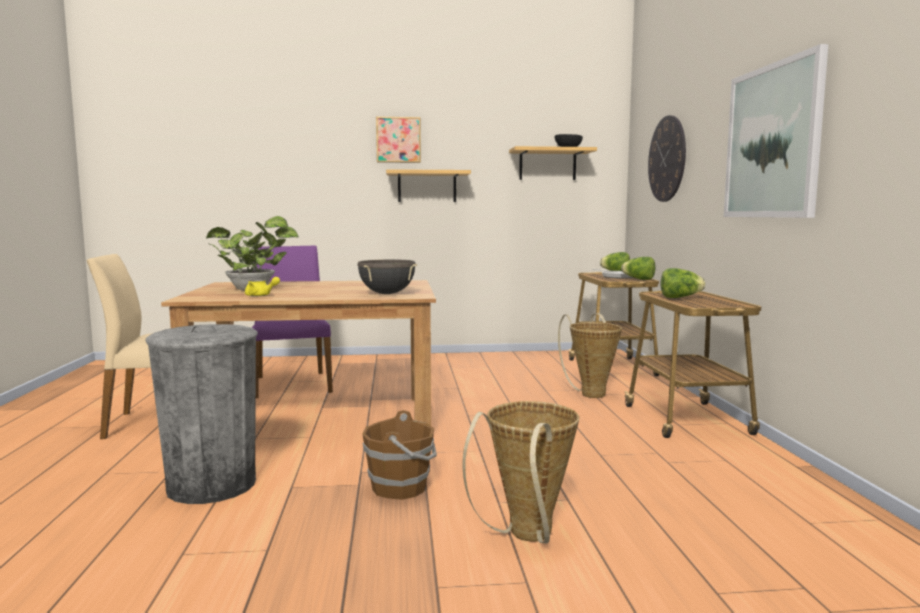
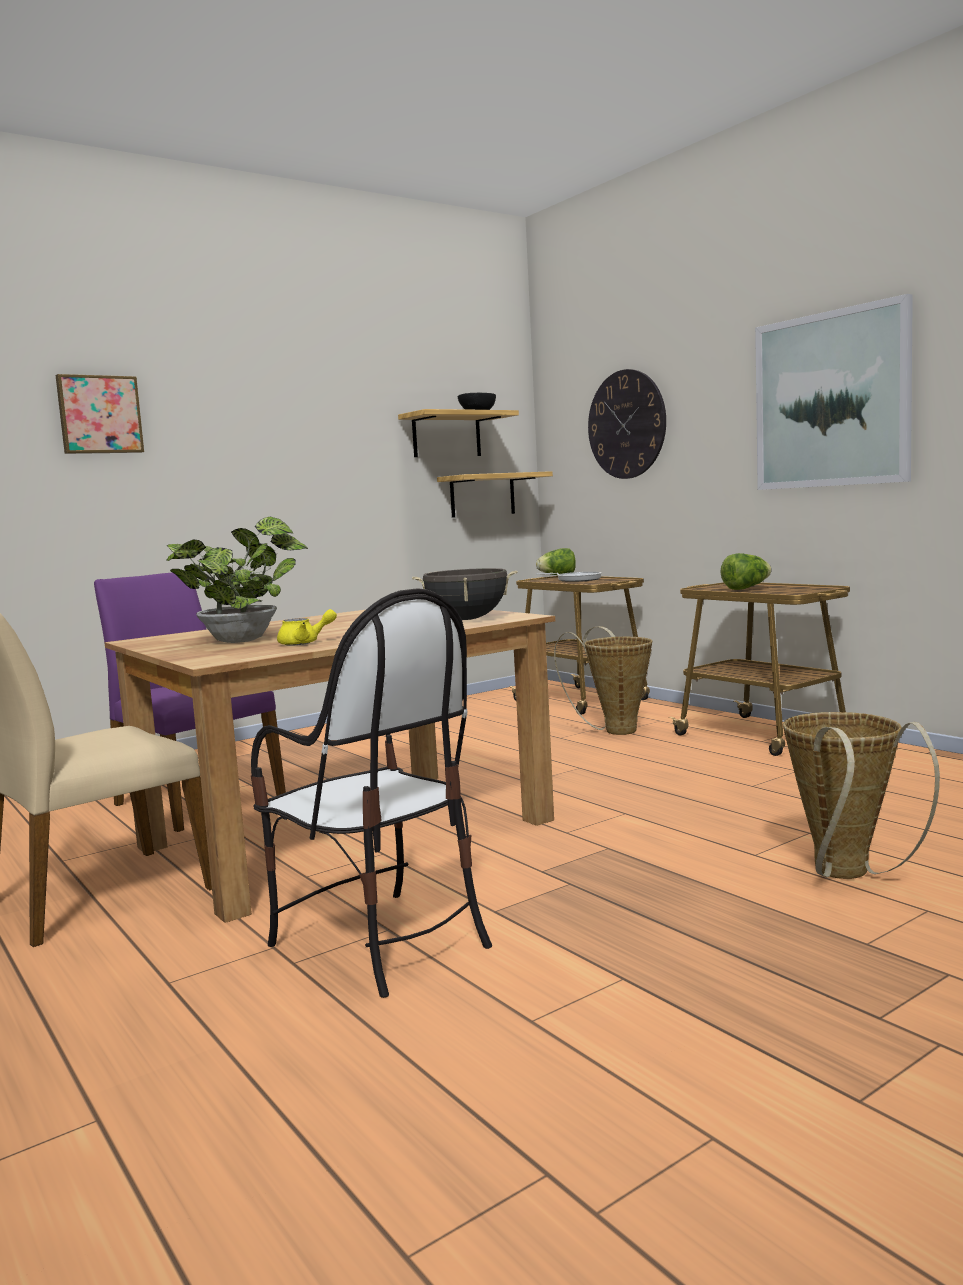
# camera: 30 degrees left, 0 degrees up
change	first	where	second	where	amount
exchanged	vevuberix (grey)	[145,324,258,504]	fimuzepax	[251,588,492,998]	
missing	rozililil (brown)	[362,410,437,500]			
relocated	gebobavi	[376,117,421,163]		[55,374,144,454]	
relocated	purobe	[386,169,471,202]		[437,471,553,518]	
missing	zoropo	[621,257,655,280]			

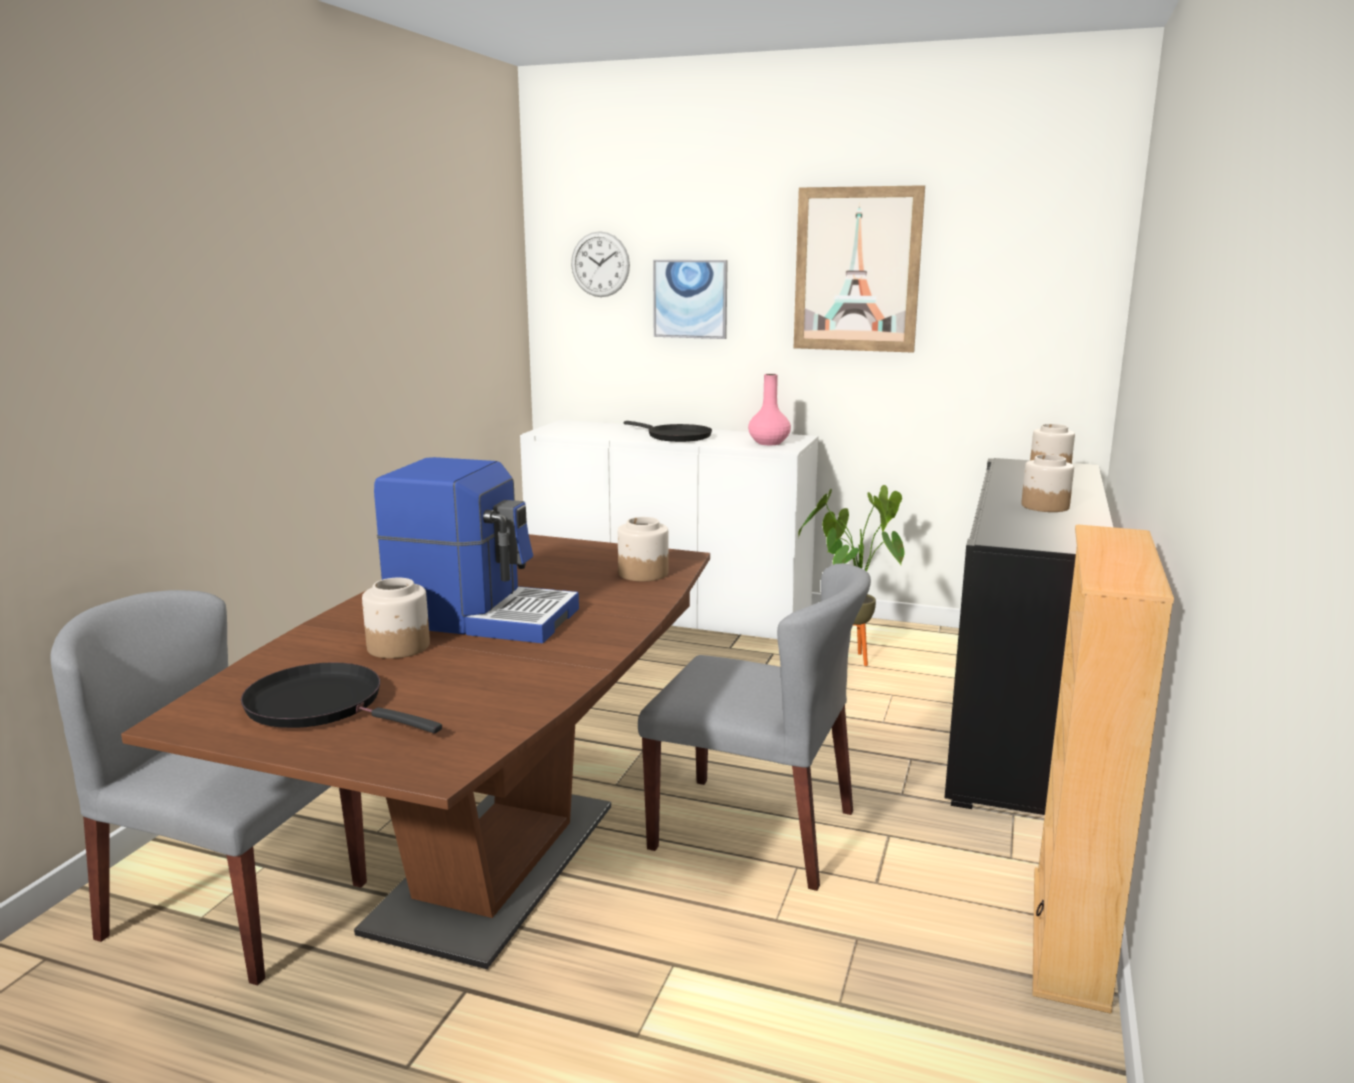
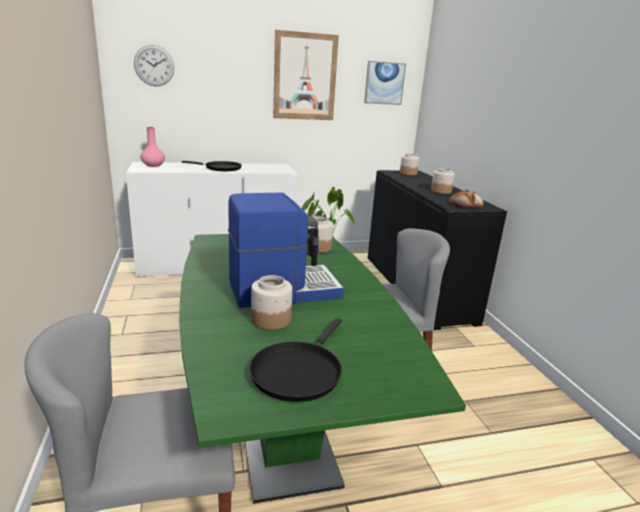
# camera: 35 degrees left, 5 degrees up
change	first	where	second	where	amount
colour	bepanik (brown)	[121,534,710,969]	bepanik (green)	[179,234,466,504]	
spun	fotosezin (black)	[241,662,442,733]		[249,318,342,402]	60 degrees counterclockwise
relocated	gebobavi	[653,260,728,339]		[364,61,406,105]	
relocated	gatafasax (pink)	[748,374,791,445]		[140,127,165,167]	
missing	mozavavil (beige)	[1032,525,1174,1013]			
appeared			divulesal	[449,190,484,208]	

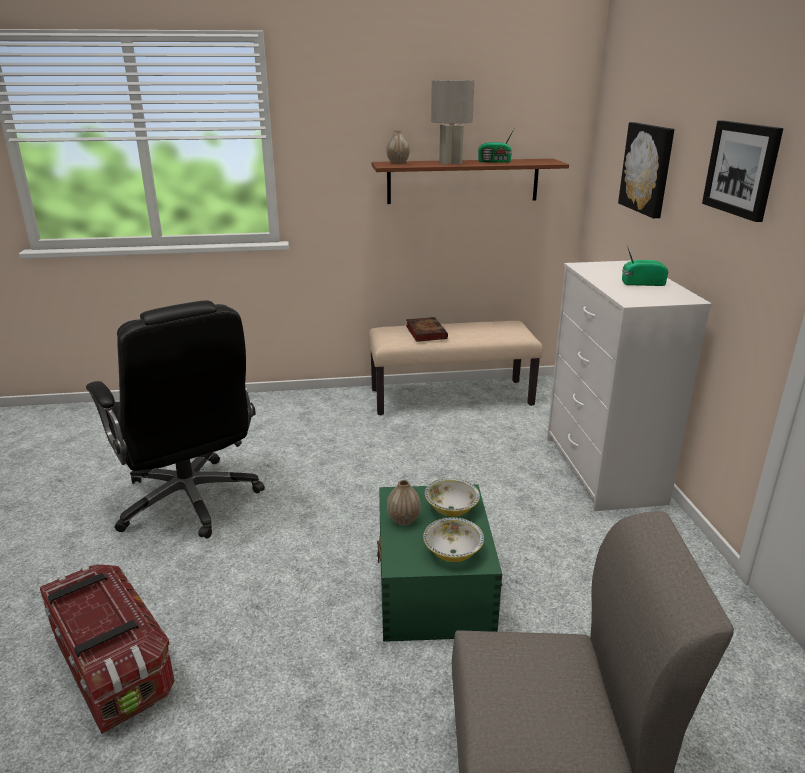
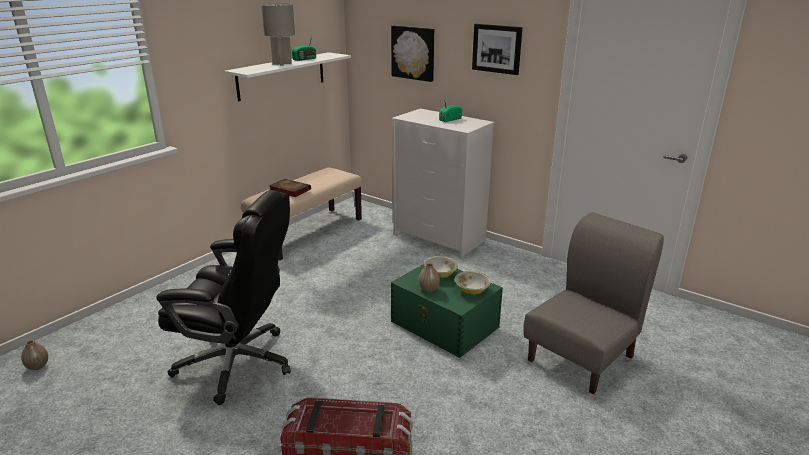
# camera: 45 degrees left, 0 degrees up
change	first	where	second	where	amount
colour	purobe (brown)	[371,159,569,204]	purobe (white)	[224,52,351,101]	
relocated	gatafasax	[386,130,410,164]		[21,340,48,370]	

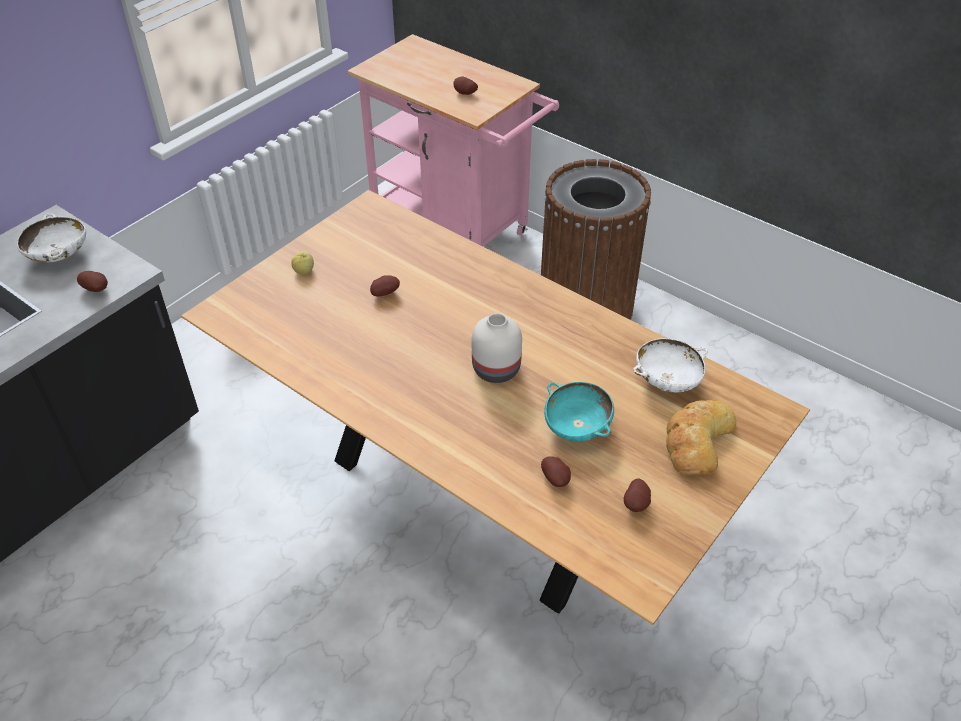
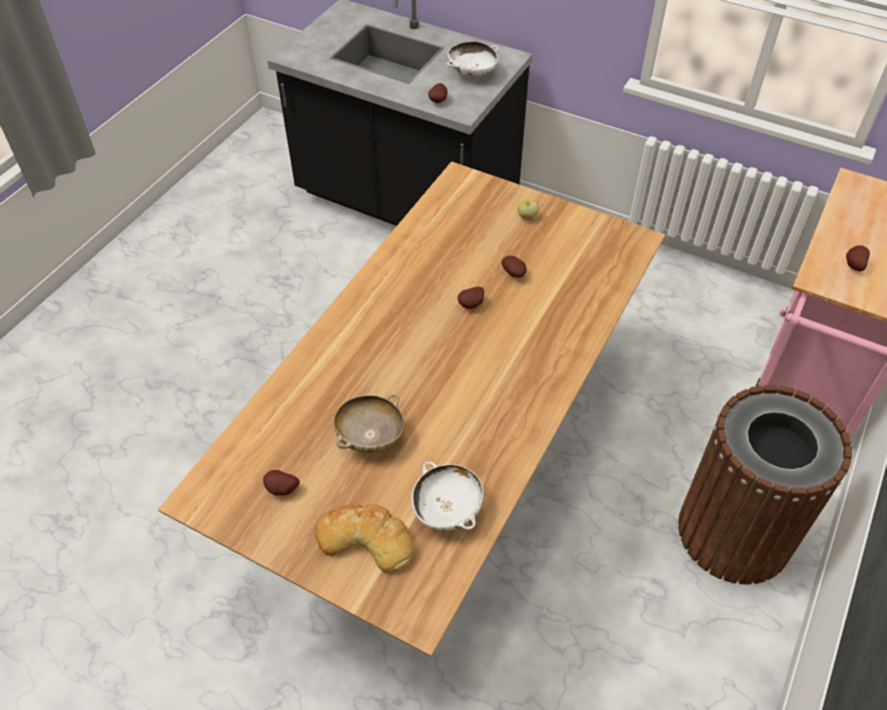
# camera: 80 degrees right, 5 degrees up
change	first	where	second	where	amount
missing	gatafasax (white)	[472,313,522,383]			
relocated	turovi	[541,456,571,487]		[457,287,484,309]	
colour	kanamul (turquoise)	[544,382,614,441]	kanamul (beige)	[333,394,404,453]	

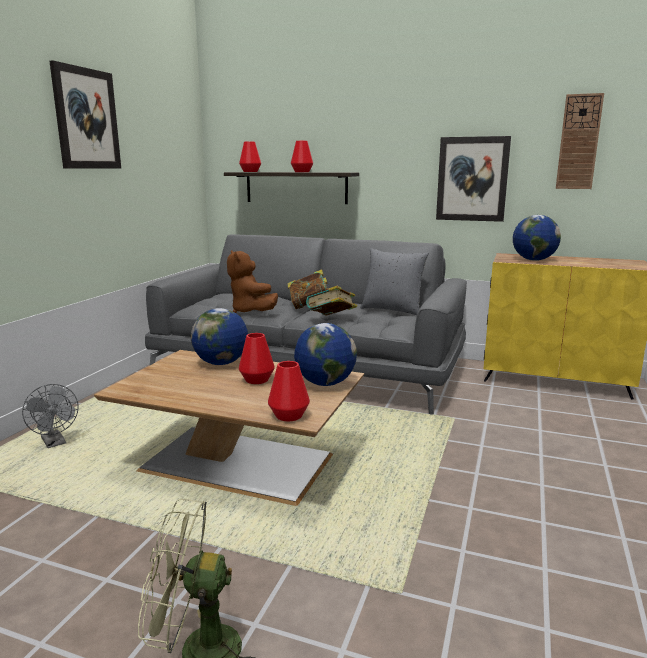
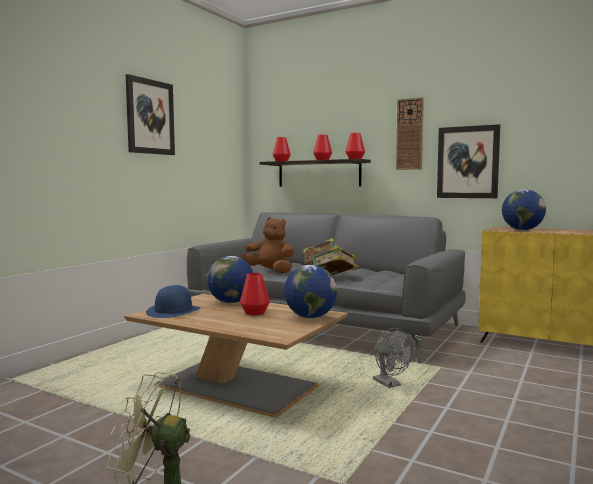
# camera: 10 degrees right, 10 degrees down
change	first	where	second	where	amount
relocated	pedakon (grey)	[22,384,79,448]		[373,328,412,388]	
spun	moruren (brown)	[227,250,278,313]		[240,217,294,273]	135 degrees clockwise
relocated	gatafasax (red)	[268,361,310,421]		[345,133,365,159]	
missing	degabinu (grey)	[360,248,429,315]			
relocated	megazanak	[556,93,604,189]		[396,97,424,170]	
appeared			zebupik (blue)	[146,285,200,318]	

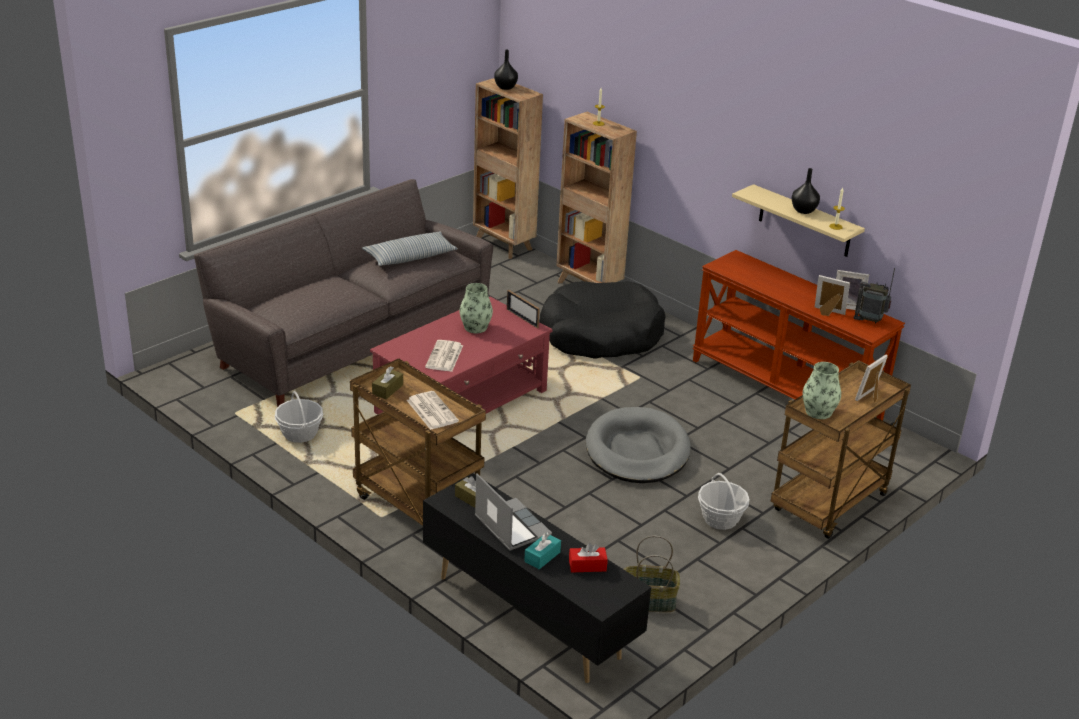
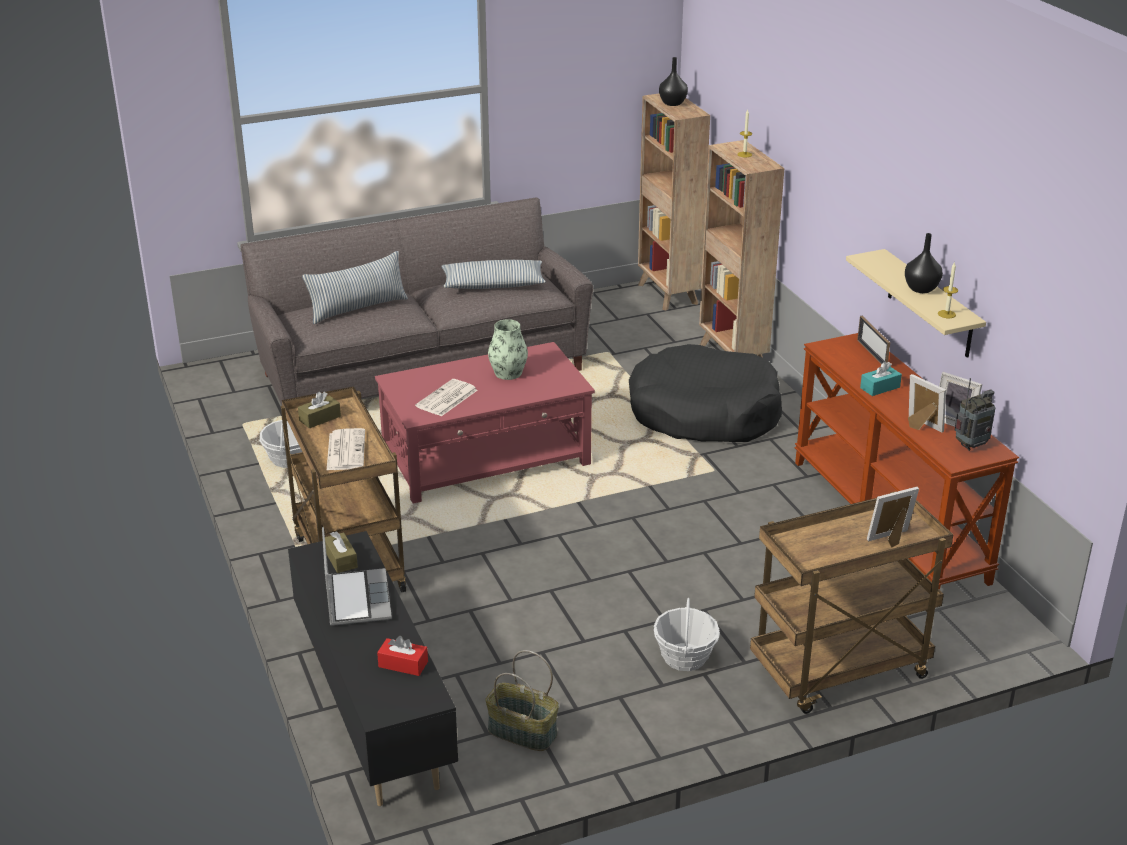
# camera: 25 degrees right, 0 degrees up
change	first	where	second	where	amount
relocated	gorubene	[507,290,540,328]		[857,316,890,365]	
relocated	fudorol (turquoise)	[524,532,561,569]		[860,361,902,396]	
missing	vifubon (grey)	[586,407,691,483]			
missing	gatafasax	[803,362,841,419]			
spun	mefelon	[853,268,895,324]		[955,378,996,451]	105 degrees clockwise
appeared			degabinu	[302,251,408,324]	

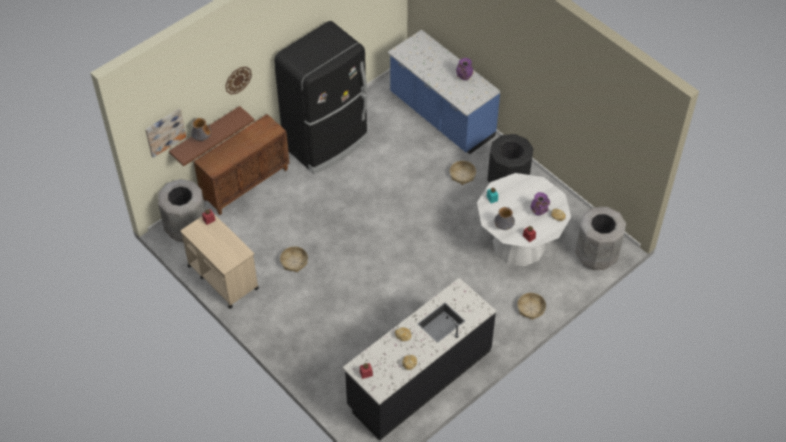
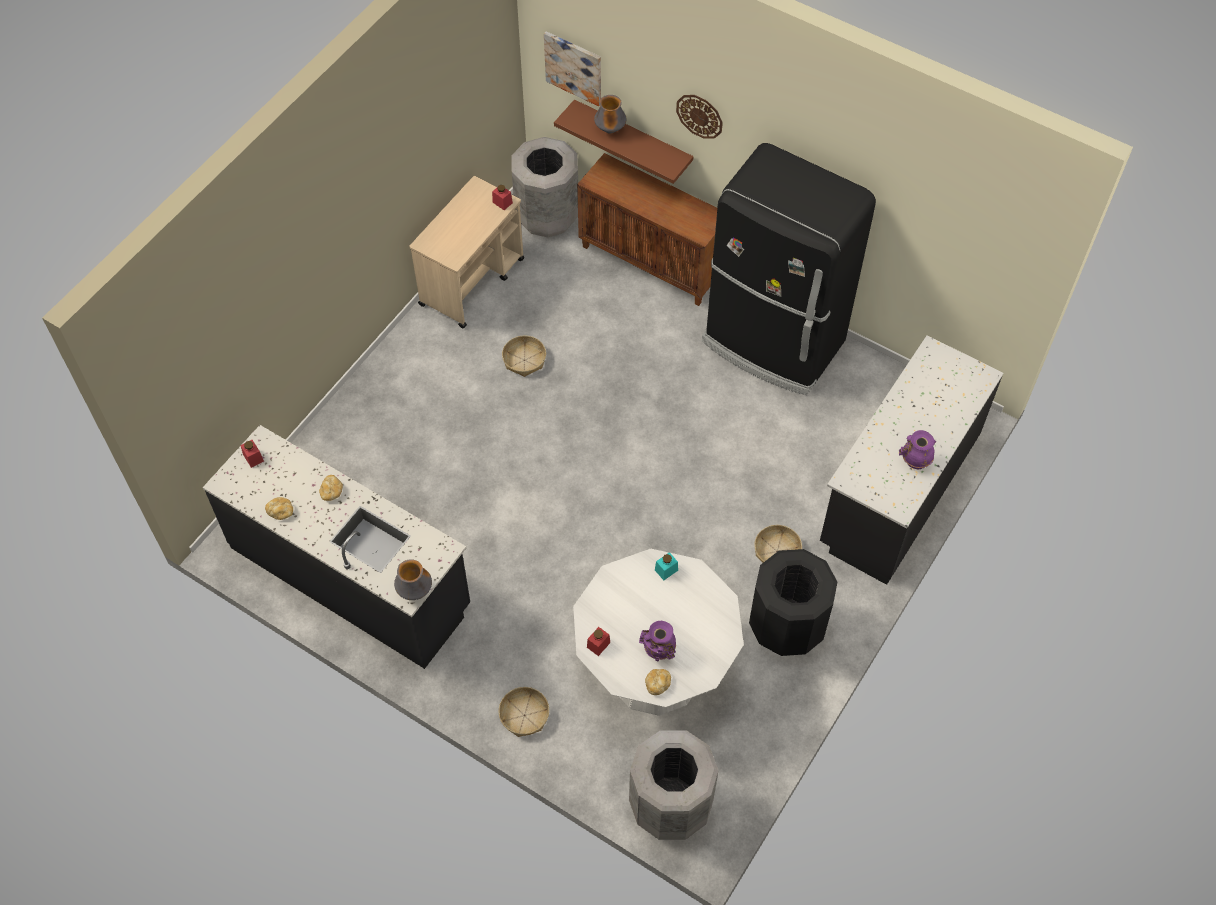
# camera: 75 degrees right, 5 degrees up
change	first	where	second	where	amount
colour	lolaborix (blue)	[388,30,501,154]	lolaborix (black)	[820,336,1003,585]	
relocated	gatafasax	[494,207,515,230]		[394,559,432,600]	

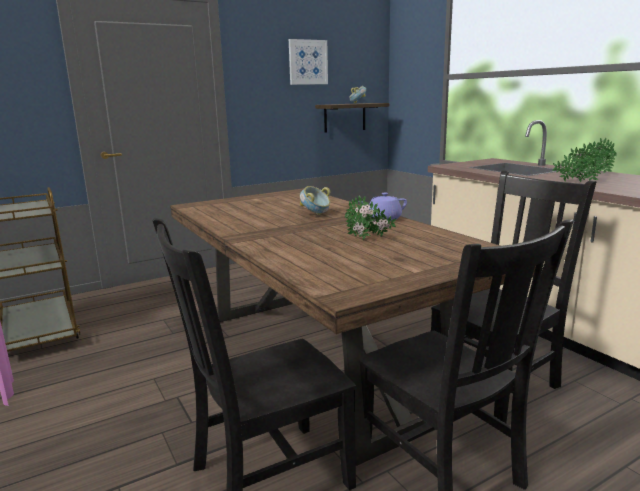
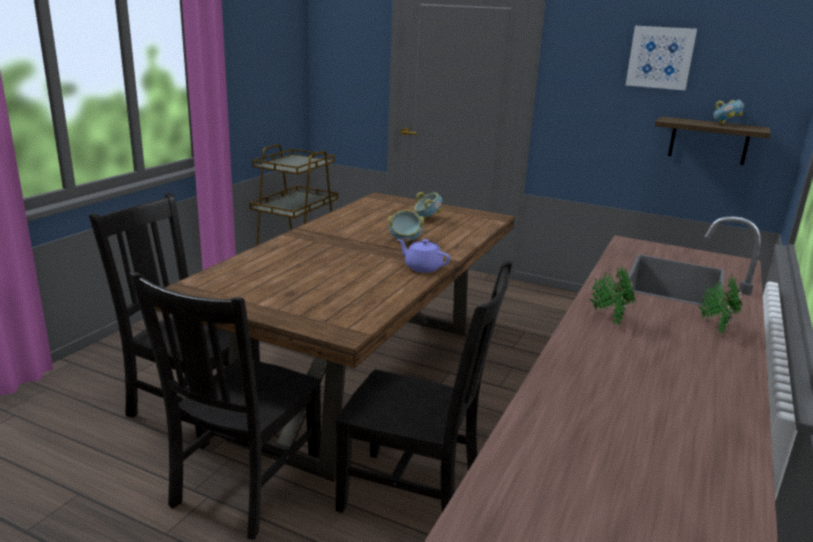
# camera: 55 degrees right, 5 degrees up
change	first	where	second	where	amount
missing	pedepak	[345,195,396,240]			
appeared			kanamul	[414,192,442,219]	

